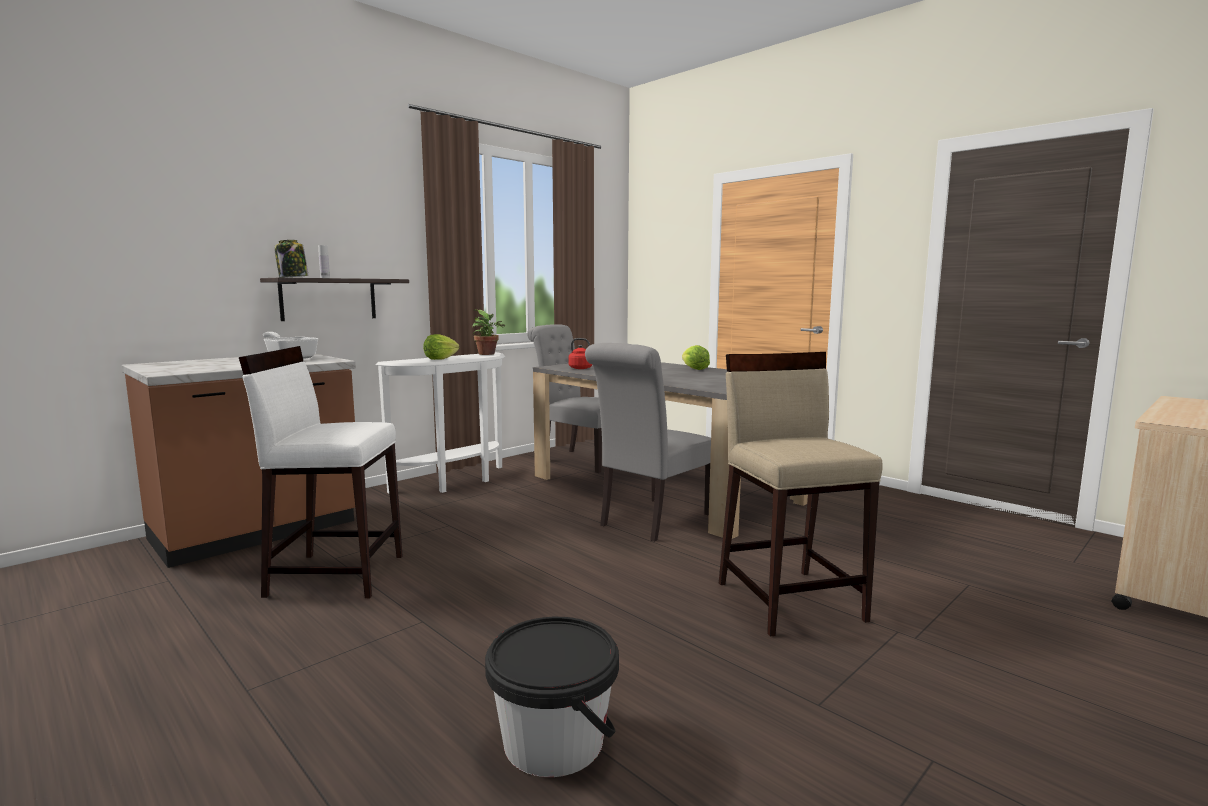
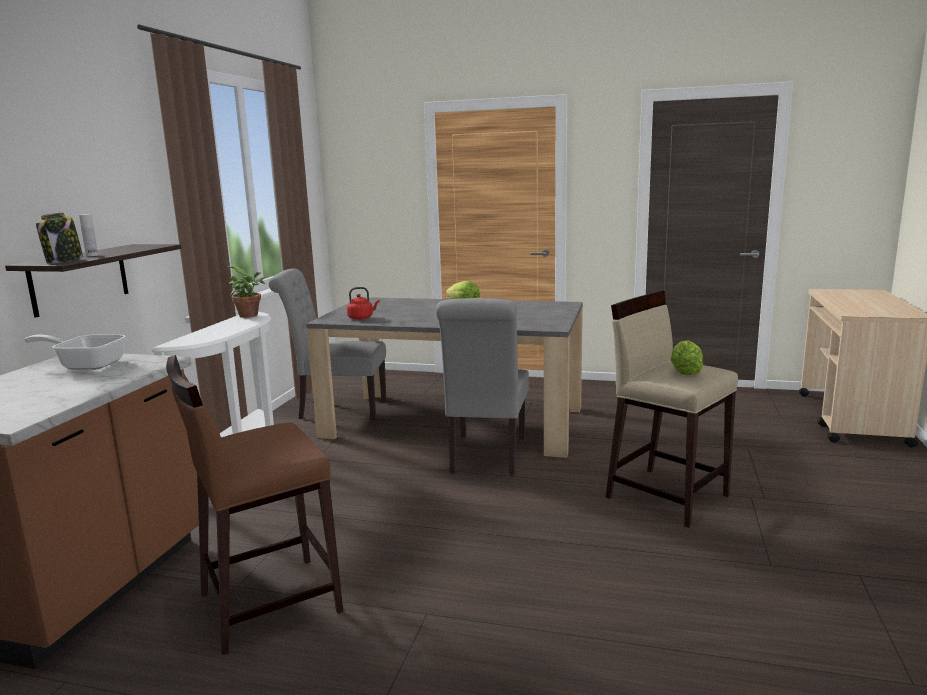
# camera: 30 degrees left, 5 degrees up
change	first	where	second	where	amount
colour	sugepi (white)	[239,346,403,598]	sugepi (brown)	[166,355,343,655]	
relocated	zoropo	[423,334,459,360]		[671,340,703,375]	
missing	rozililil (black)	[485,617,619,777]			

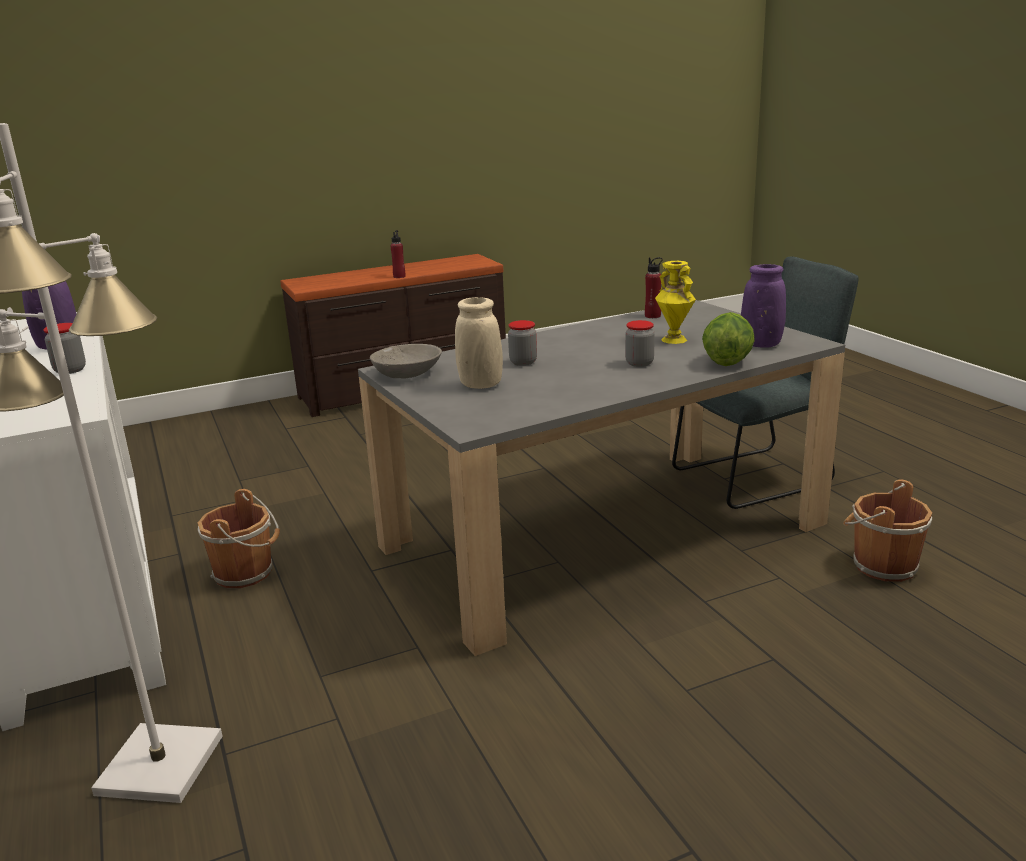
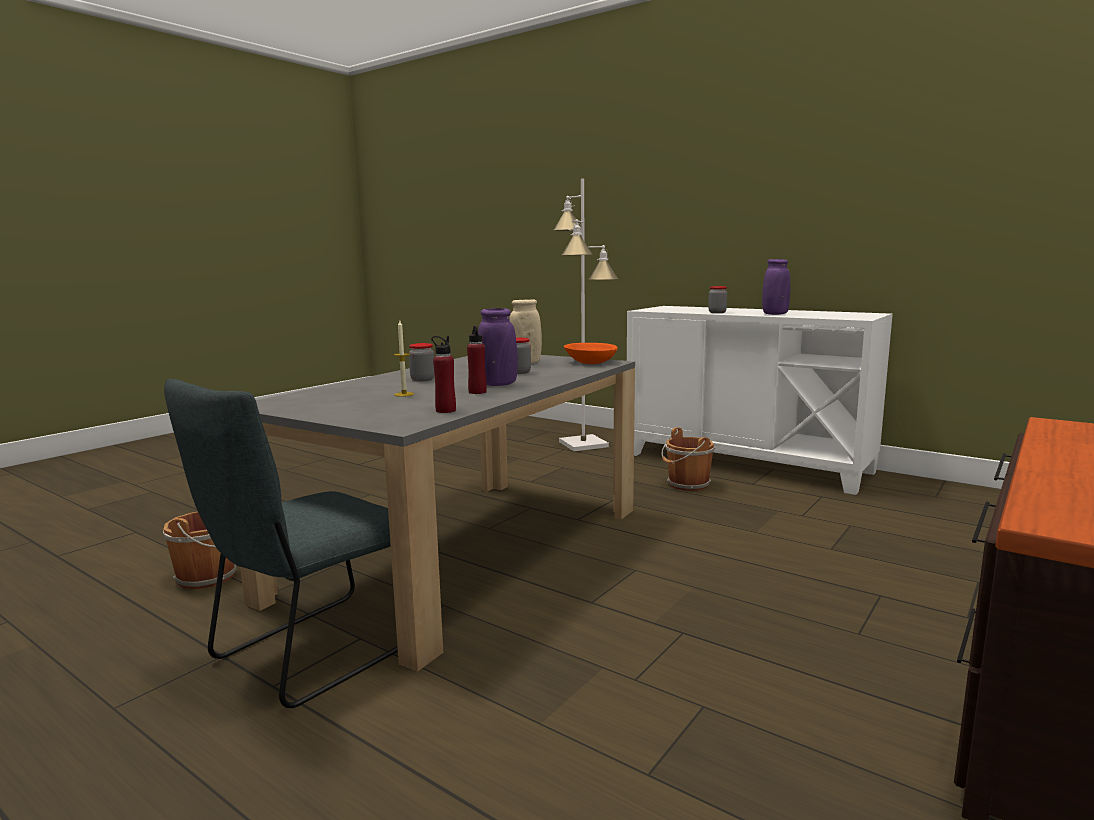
# camera: 150 degrees right, 10 degrees down
change	first	where	second	where	amount
colour	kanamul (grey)	[370,344,442,378]	kanamul (orange)	[564,343,618,364]	
relocated	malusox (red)	[390,230,406,278]		[467,326,487,394]	
exchanged	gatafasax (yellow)	[655,261,696,344]	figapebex	[393,321,414,397]	
missing	zoropo	[702,312,755,366]			
relocated	gatafasax (purple)	[741,264,786,348]		[478,308,518,386]	

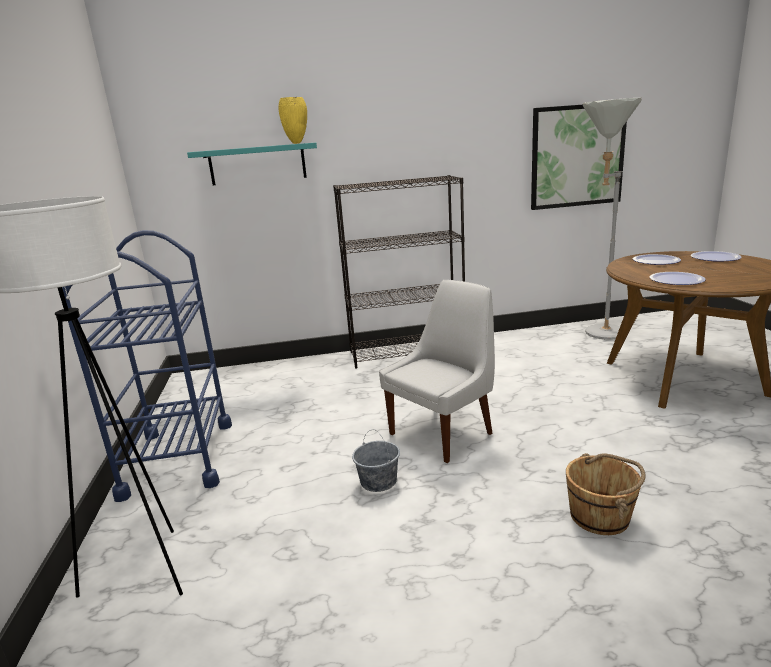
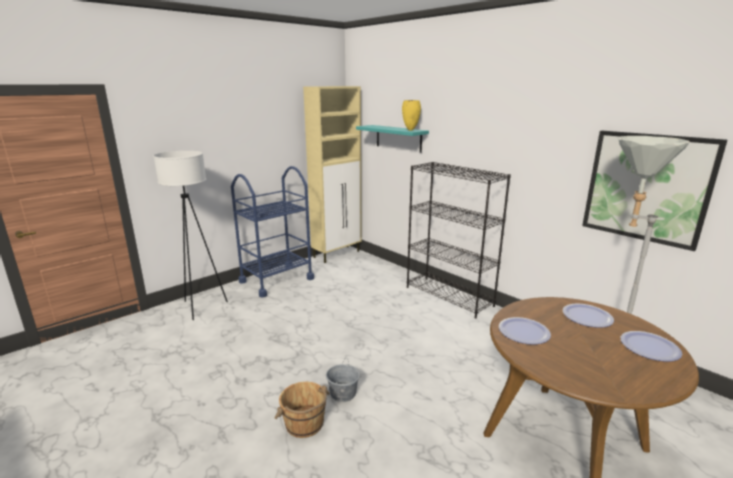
# camera: 55 degrees right, 0 degrees up
change	first	where	second	where	amount
relocated	rozililil (grey)	[352,430,400,492]		[326,358,360,402]	
missing	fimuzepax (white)	[379,280,495,463]			
appeared			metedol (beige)	[303,86,362,263]	

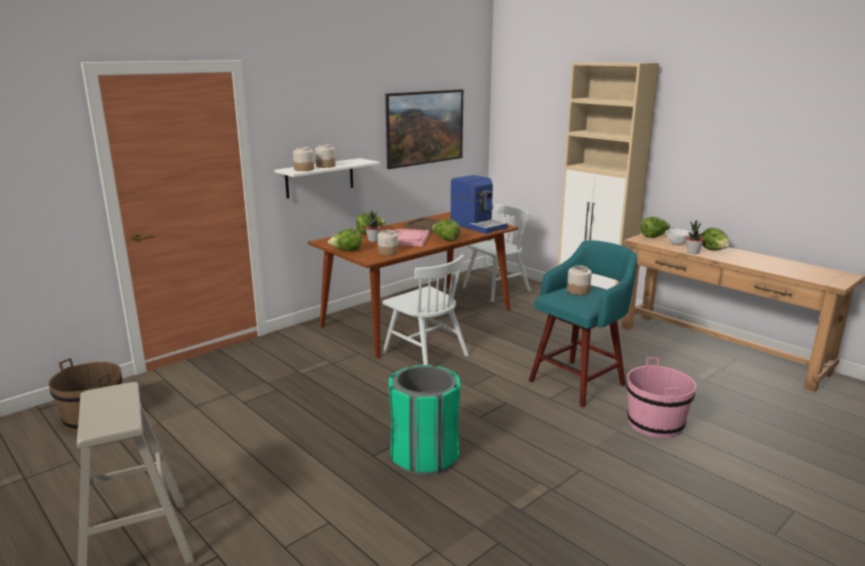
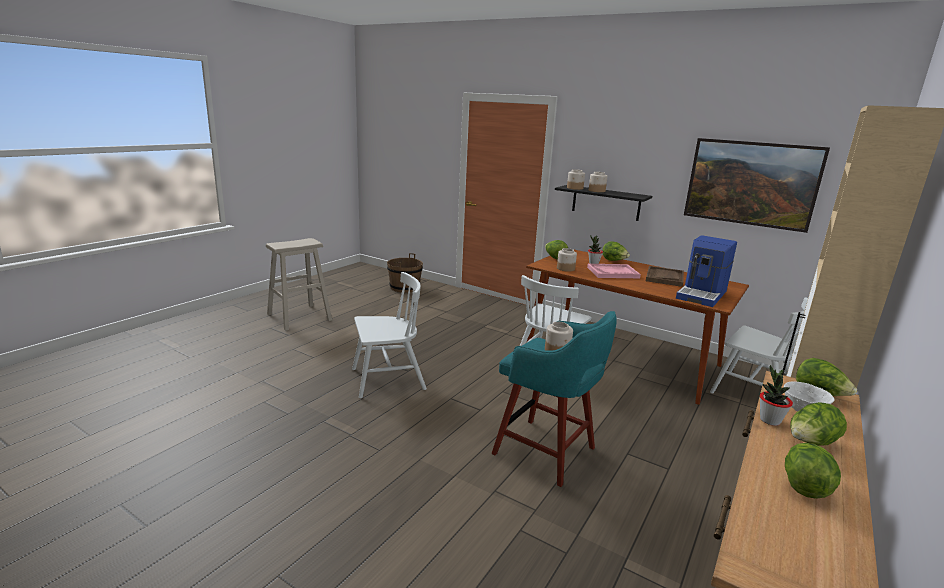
# camera: 75 degrees right, 0 degrees up
change	first	where	second	where	amount
colour	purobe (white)	[274,158,380,199]	purobe (black)	[555,185,652,221]	
exchanged	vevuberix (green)	[389,365,460,475]	fimuzepax (white)	[352,272,427,398]	
relocated	zoropo	[432,219,461,241]		[785,443,841,499]	
missing	rozililil (pink)	[626,357,696,438]			

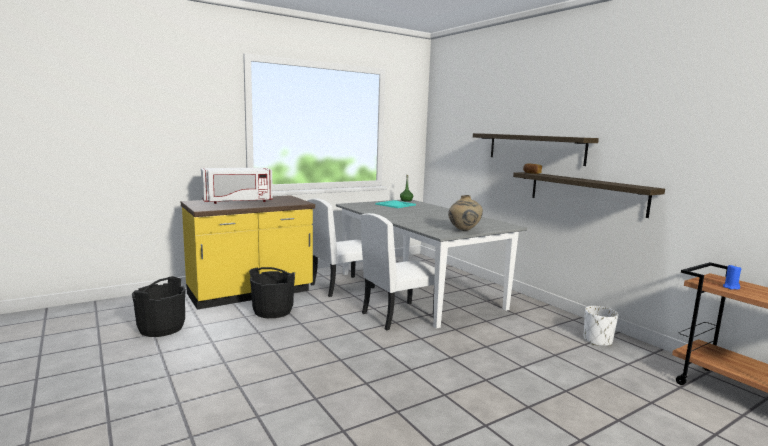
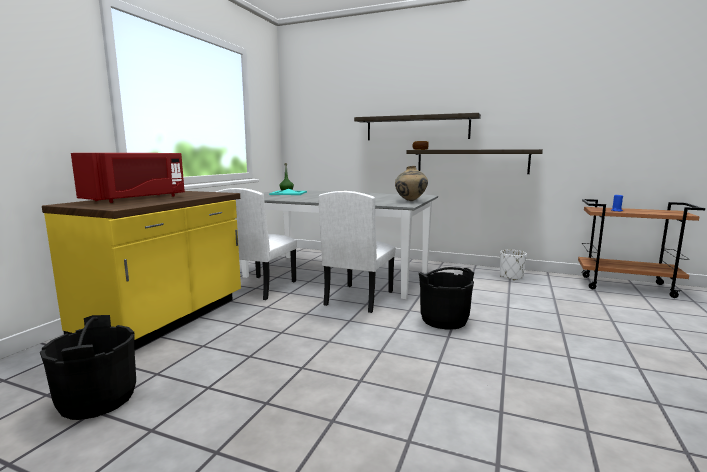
# camera: 35 degrees left, 0 degrees up
change	first	where	second	where	amount
colour	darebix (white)	[201,168,273,204]	darebix (red)	[71,153,185,203]	
relocated	rozililil (black)	[249,267,295,318]		[419,267,474,330]	

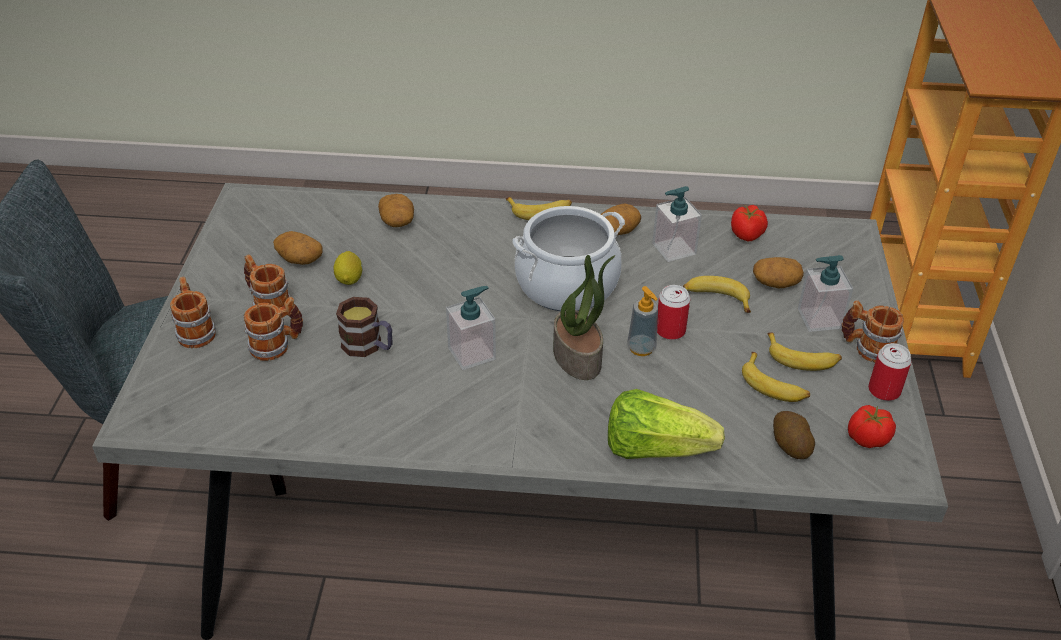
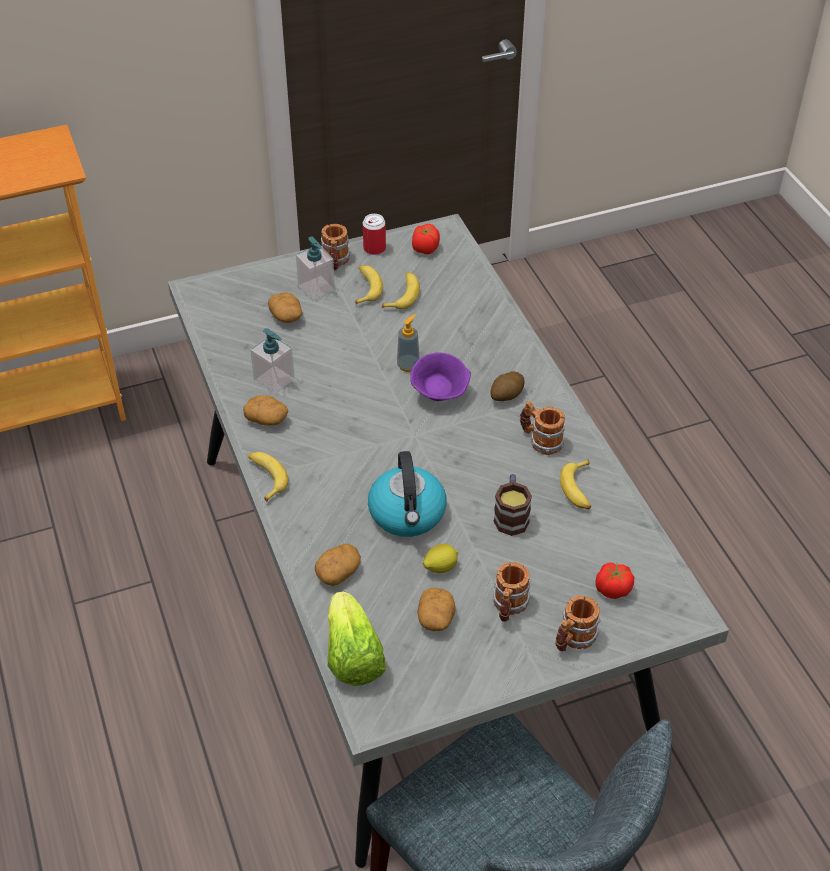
# camera: 115 degrees left, 5 degrees up
change	first	where	second	where	amount
relocated	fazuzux	[244,297,303,361]		[520,401,565,455]	
missing	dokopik	[446,286,496,370]			
missing	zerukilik	[513,206,625,311]			
exchanged	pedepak	[553,255,615,380]	kanamul (purple)	[410,353,471,401]	
relocated	zoropo	[608,389,725,459]		[328,591,386,686]	
missing	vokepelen	[657,285,690,340]			
relocated	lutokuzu	[683,276,751,313]		[560,459,591,509]	
relocated	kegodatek	[731,205,768,241]		[595,563,634,599]	
relocated	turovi	[773,411,815,459]		[491,371,525,401]	
appeared			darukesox	[368,451,446,537]	

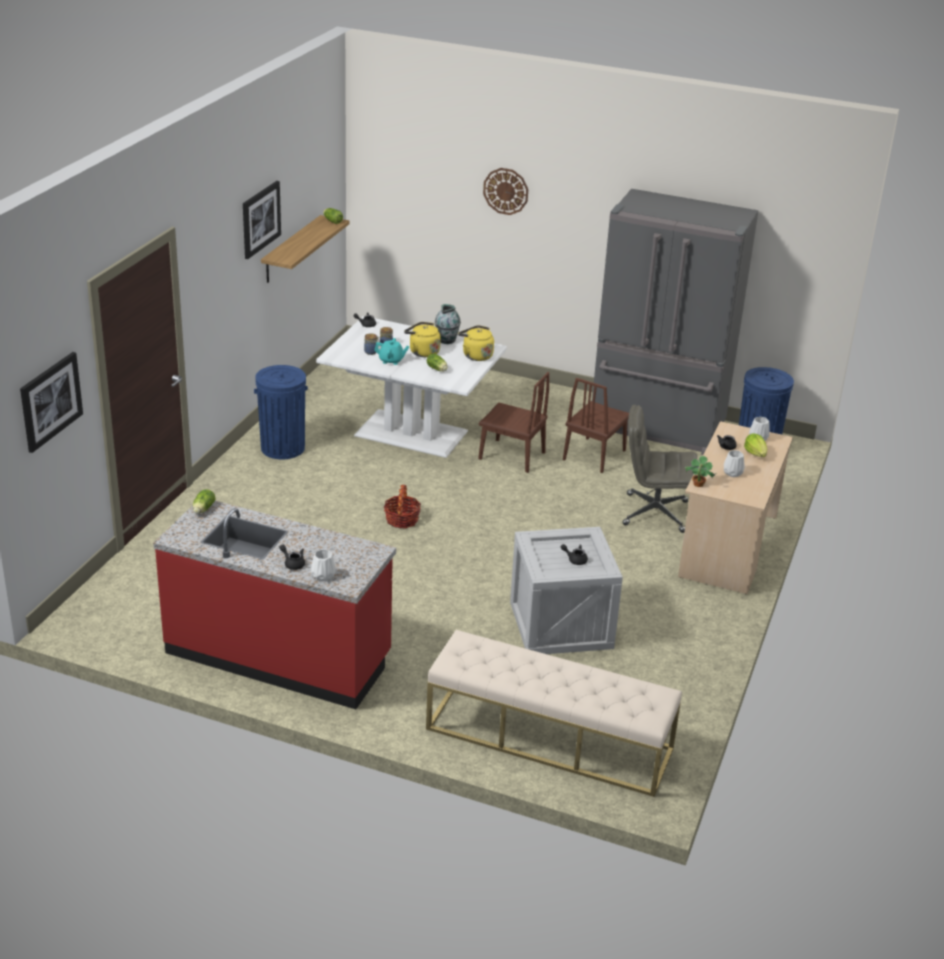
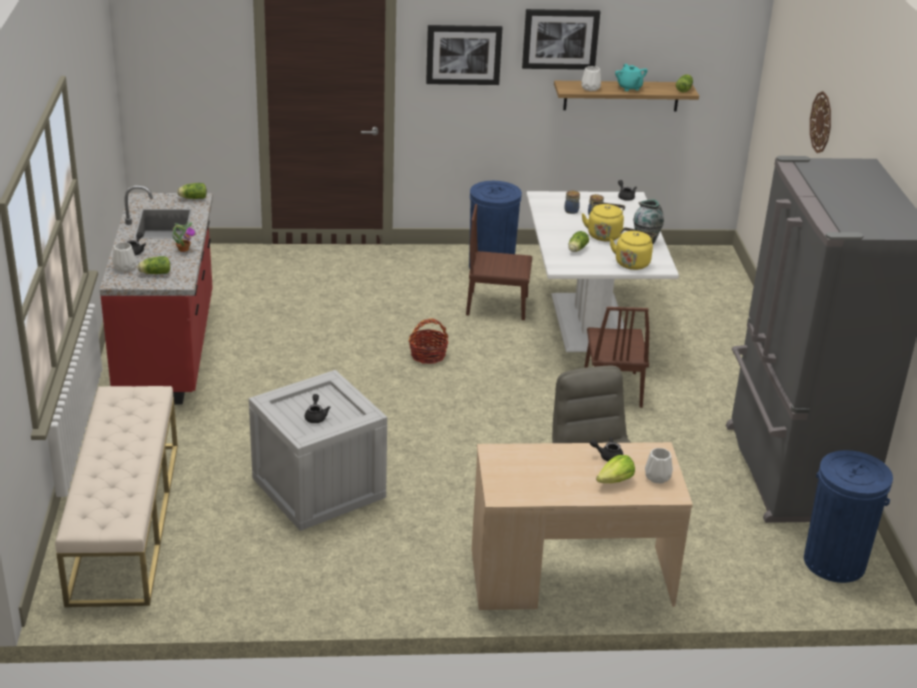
# camera: 65 degrees right, 0 degrees up
change	first	where	second	where	amount
relocated	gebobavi	[20,352,83,453]		[426,25,503,85]	
relocated	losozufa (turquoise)	[374,338,409,365]		[615,64,648,91]	
relocated	fimuzepax (brown)	[563,378,629,473]		[466,204,532,320]	
relocated	pedepak	[685,456,716,487]		[173,222,196,252]	
relocated	gatafasax (white)	[724,450,745,477]		[581,66,601,91]	
appeared			zoropo	[137,256,170,274]	

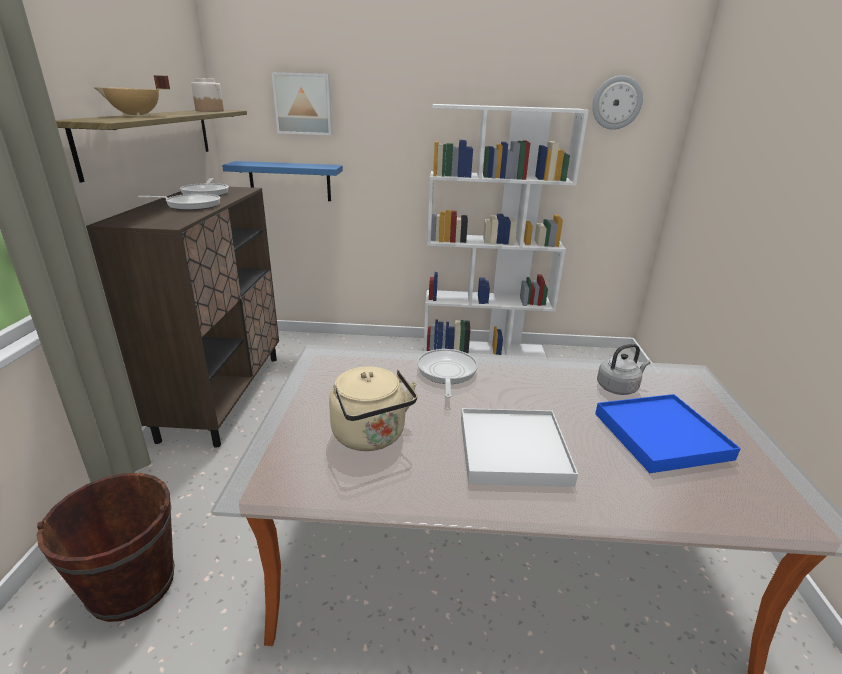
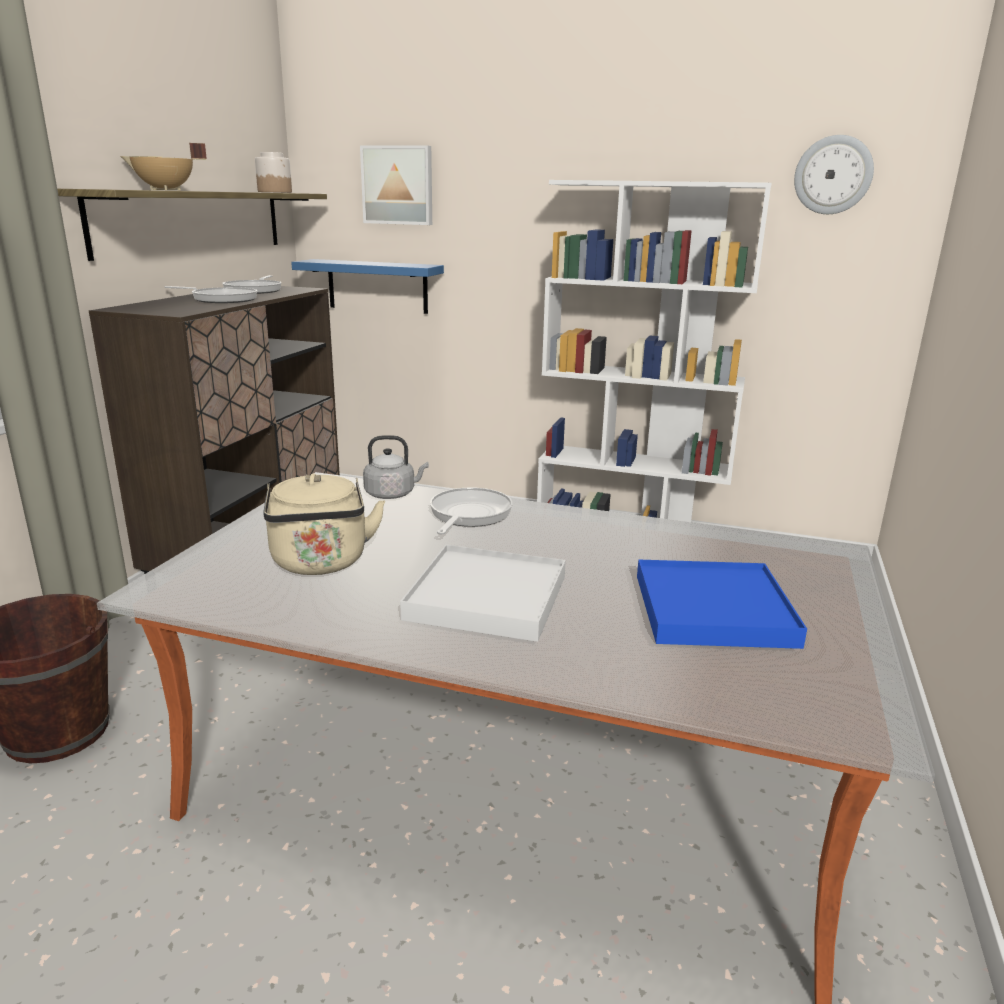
# camera: 15 degrees right, 5 degrees down
change	first	where	second	where	amount
relocated	darukesox (grey)	[597,344,651,395]		[363,435,429,499]	

